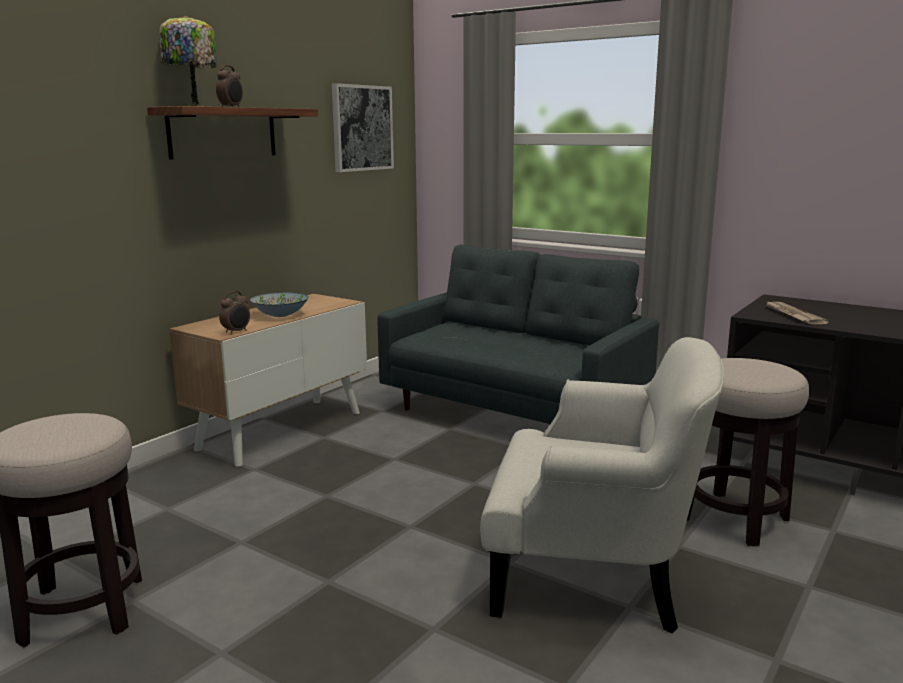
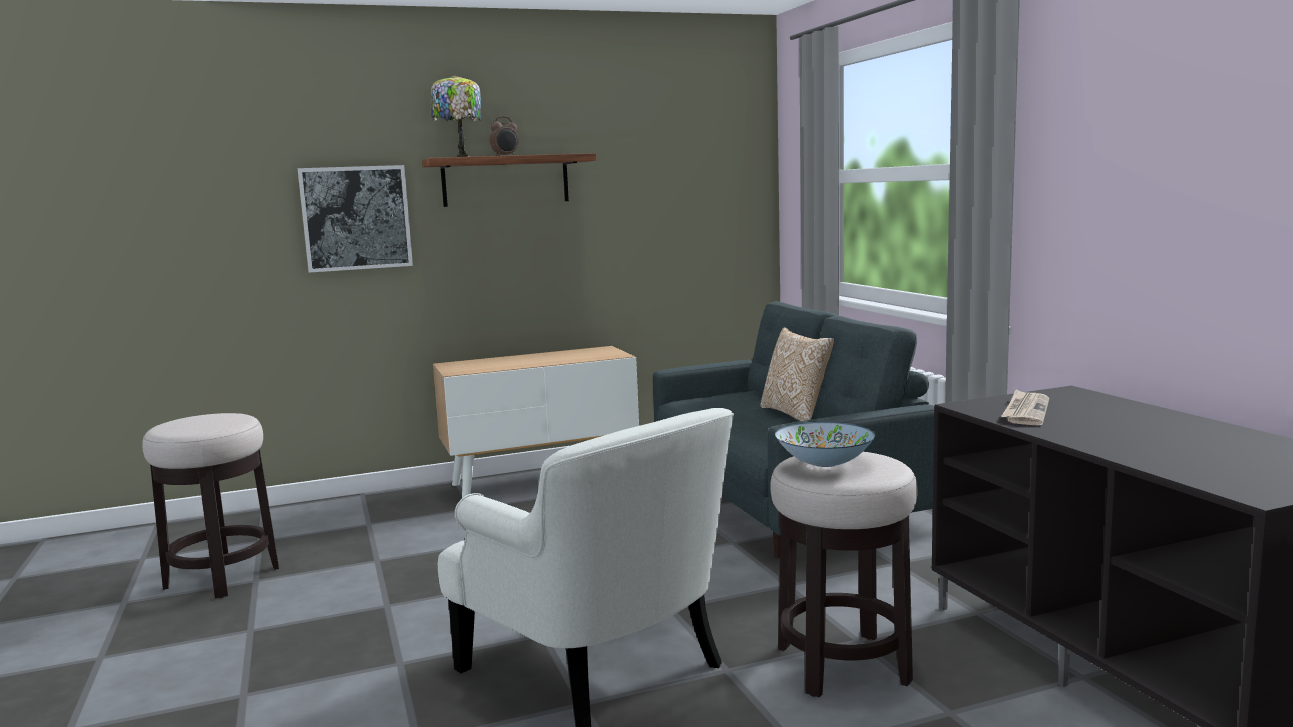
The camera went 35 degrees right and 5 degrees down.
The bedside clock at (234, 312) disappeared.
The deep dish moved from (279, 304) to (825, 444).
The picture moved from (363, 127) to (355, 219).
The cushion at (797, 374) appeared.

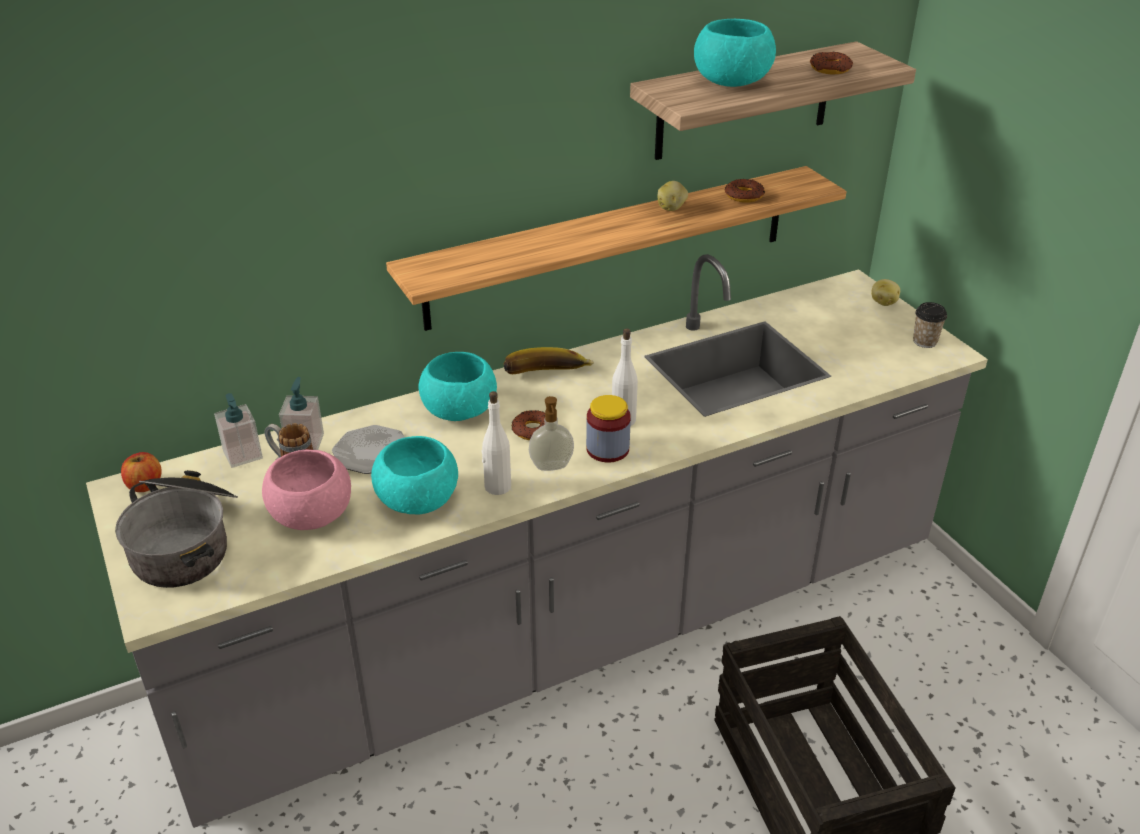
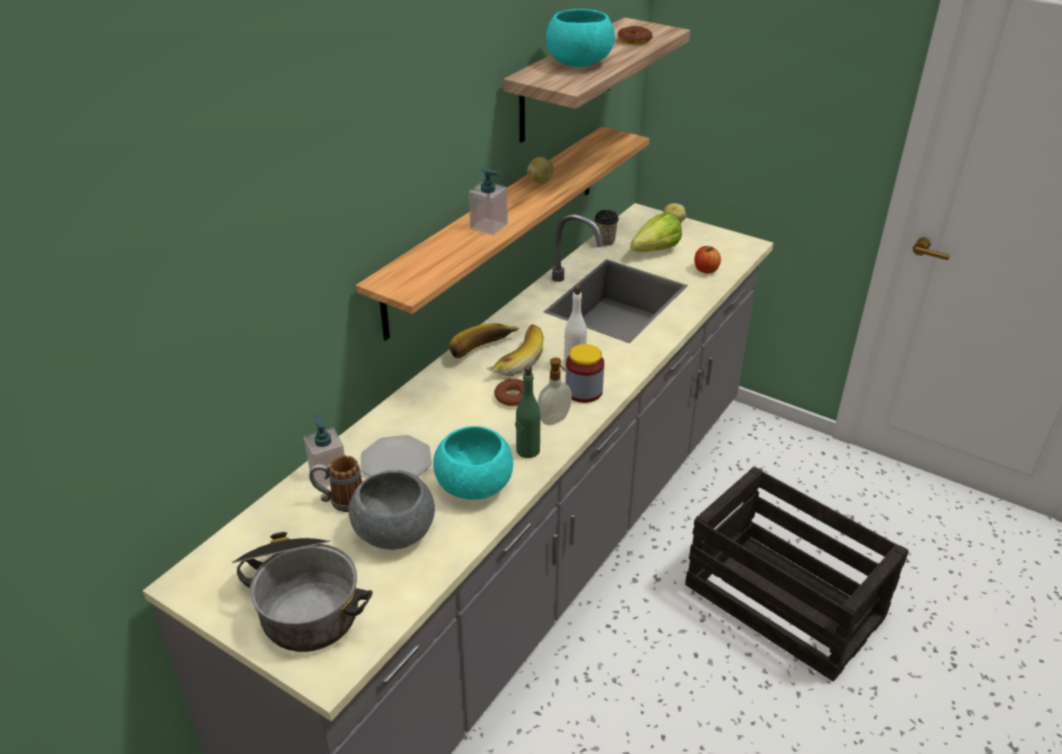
The camera went 30 degrees left and 0 degrees up.
The apple moved from (141, 472) to (707, 260).
The soap dispenser moved from (238, 430) to (488, 201).
The pink deep dish at (306, 489) became the gray deep dish at (392, 510).
The blue-green deep dish at (458, 386) disappeared.
The white drink bottle at (496, 443) became the green-coloured drink bottle at (527, 411).
The ring doughnut at (745, 191) disappeared.
The cup moved from (930, 325) to (606, 228).
The banana fruit at (515, 350) appeared.
The lettuce head at (656, 232) appeared.

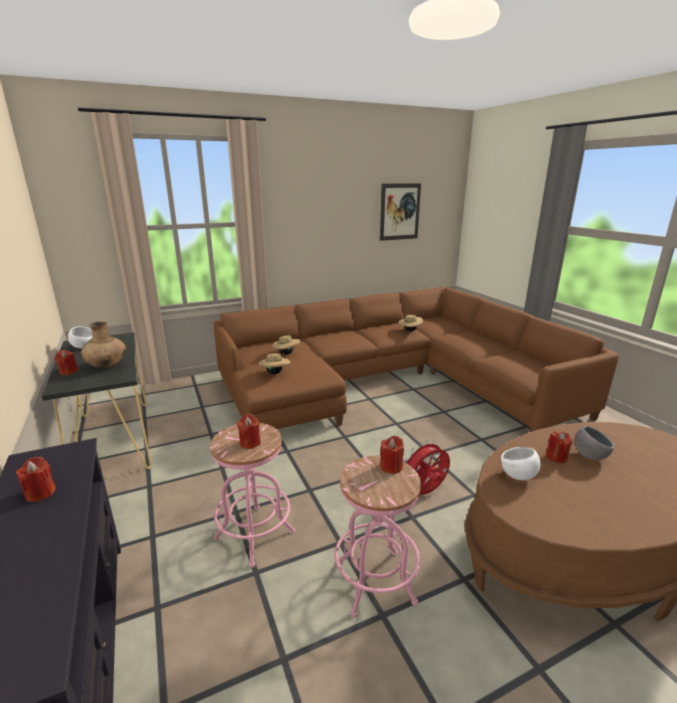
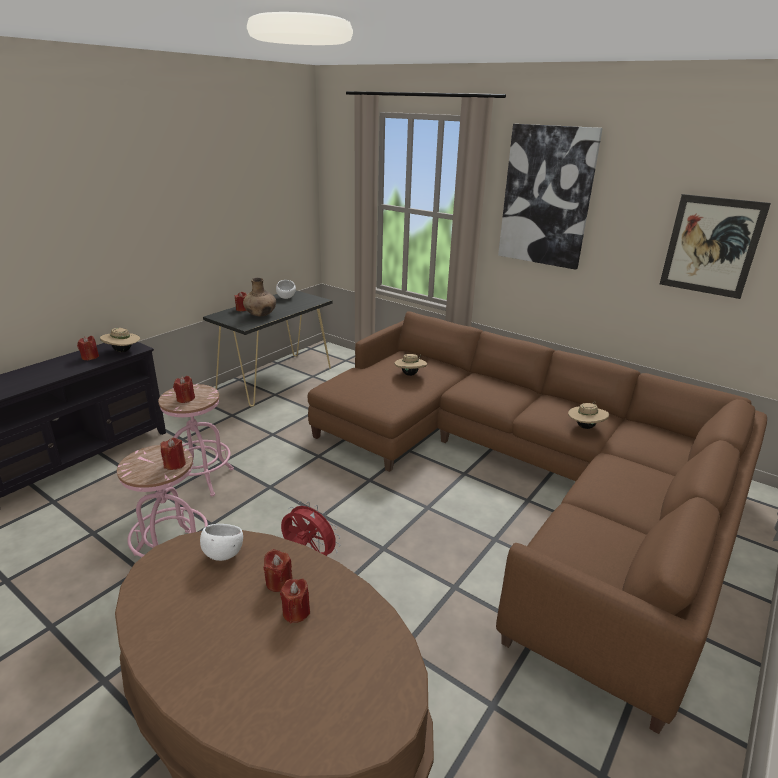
The camera went 60 degrees right and 5 degrees up.
The beige-coloured hat moved from (275, 363) to (120, 340).
The gray deep dish at (594, 443) was replaced by the red wax light at (295, 601).
The picture at (550, 197) appeared.

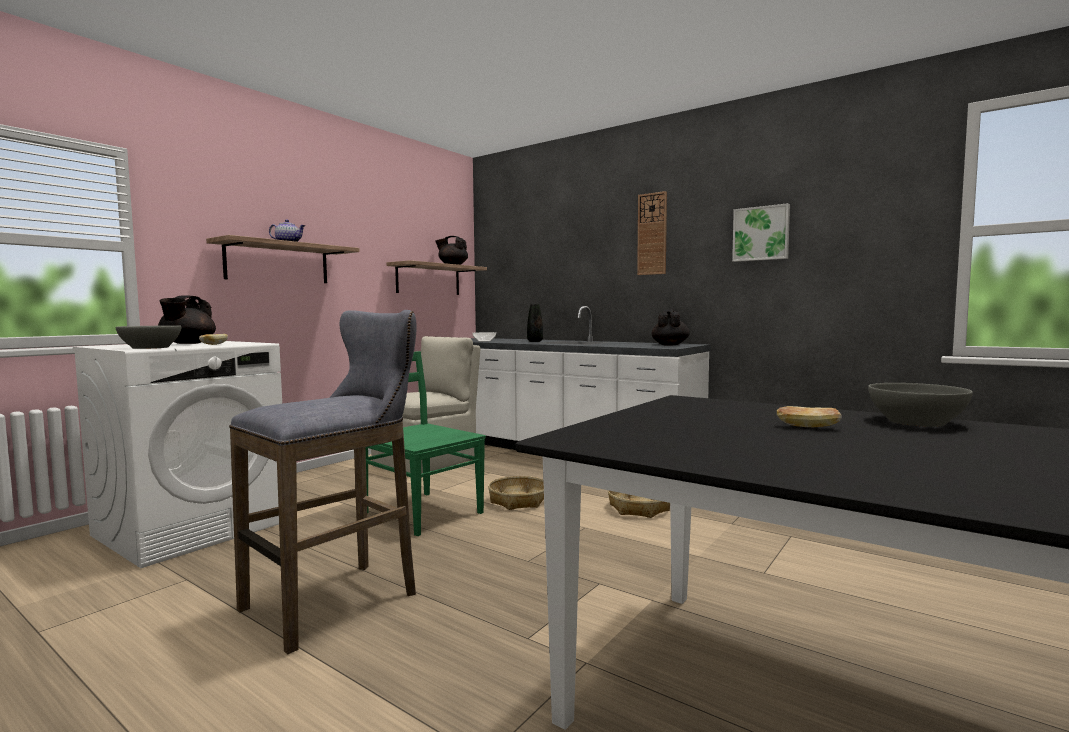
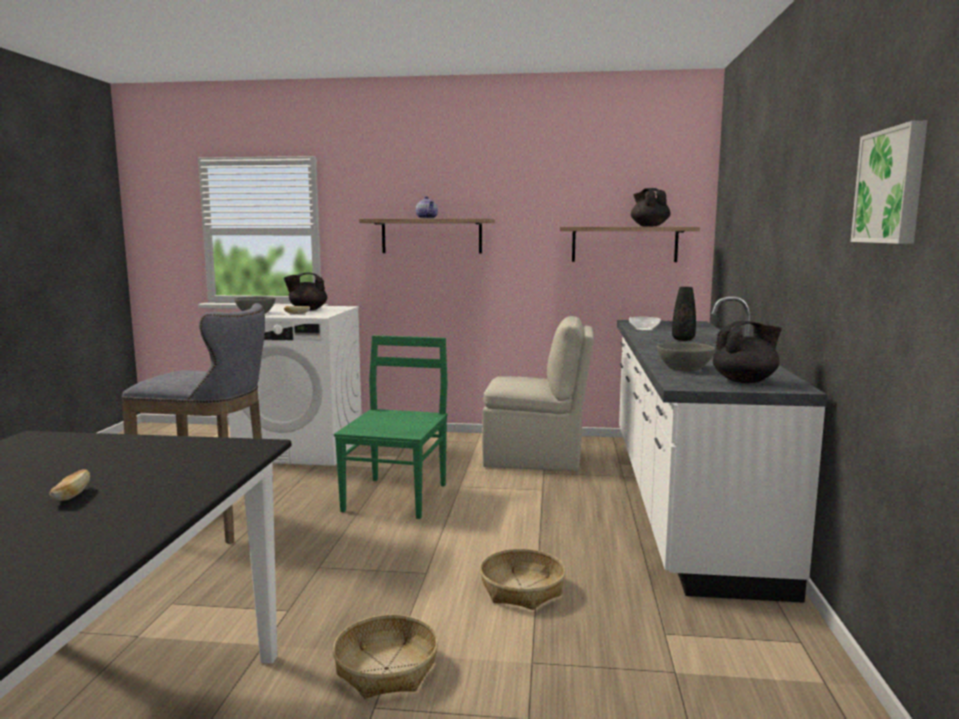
The camera went 60 degrees right and 5 degrees up.
The basket moved from (516, 493) to (385, 657).
The wall clock at (652, 233) disappeared.
The gray deep dish moved from (920, 405) to (686, 356).

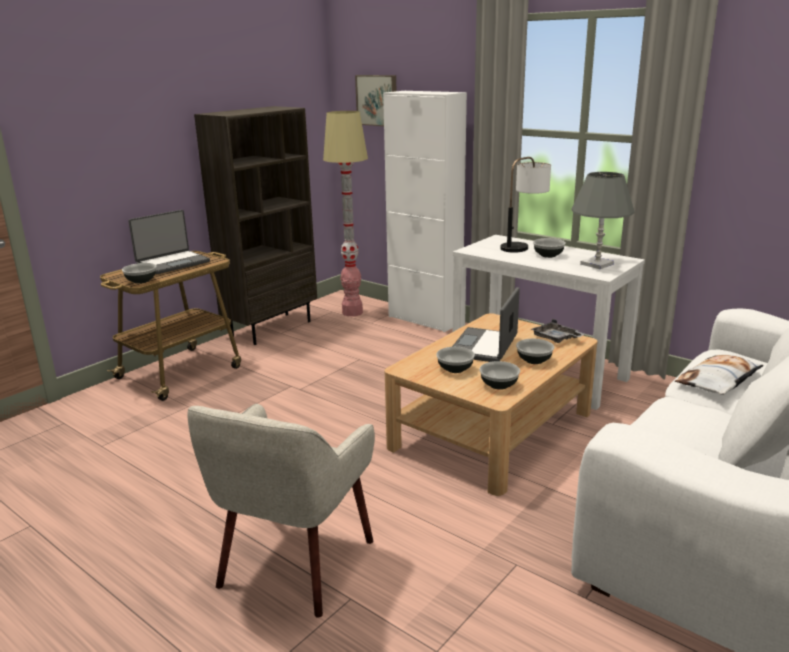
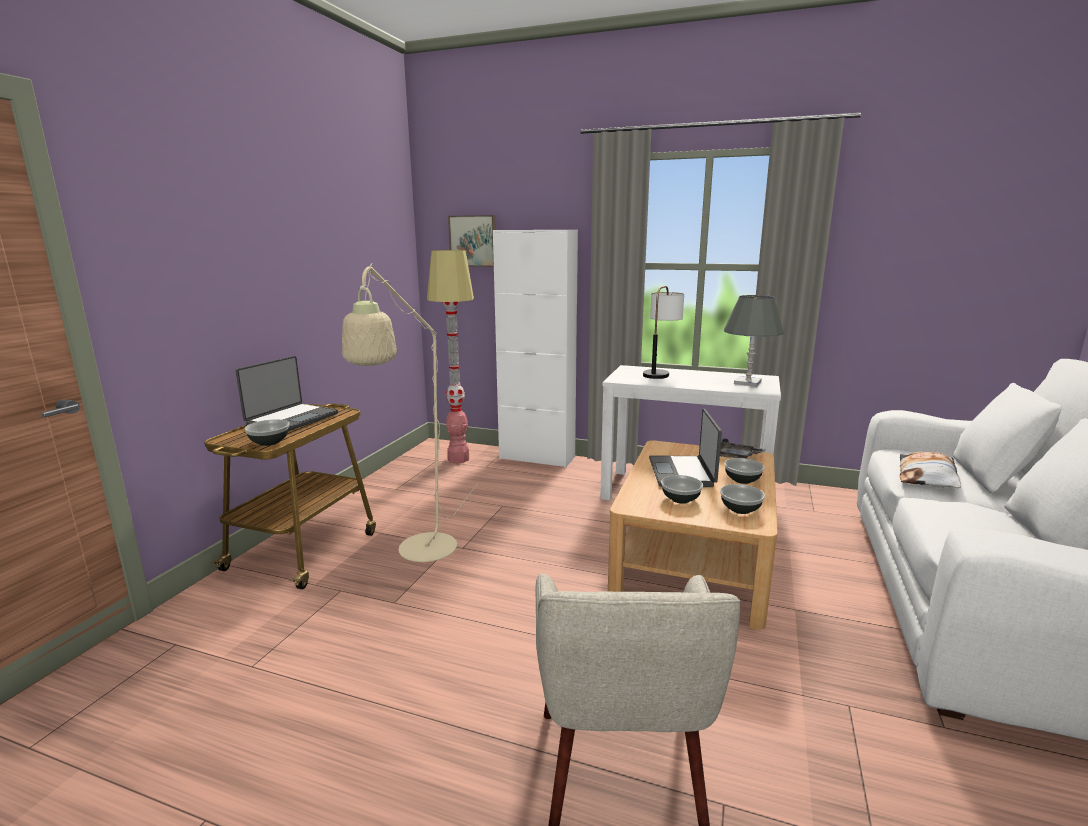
The camera went 20 degrees left and 5 degrees down.
The brown bookcase at (255, 225) disappeared.
The deep dish at (549, 248) disappeared.
The beige-coloured standard lamp at (410, 412) appeared.

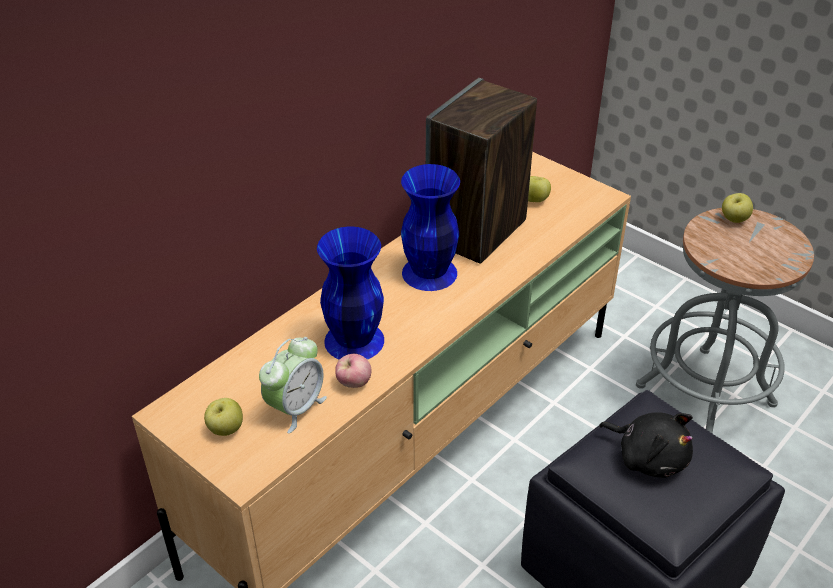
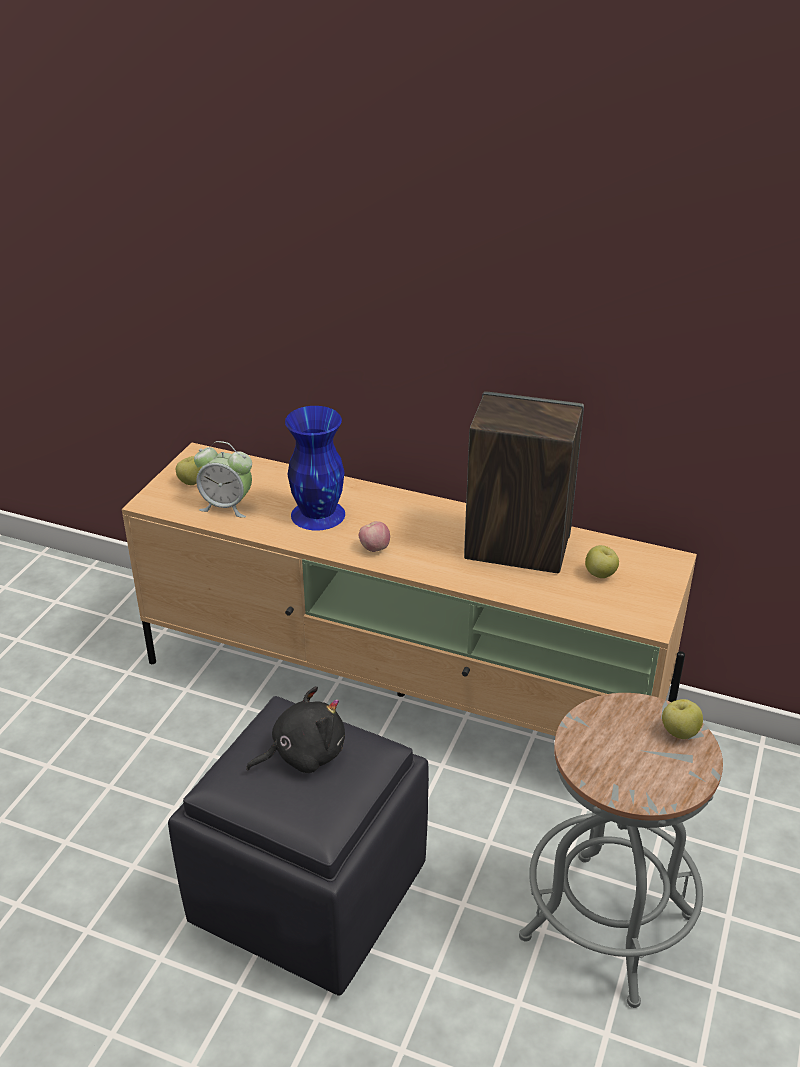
The camera went 70 degrees right and 5 degrees down.
The apple moved from (353, 371) to (374, 536).
The bluish vase at (430, 227) disappeared.
The black soft toy at (646, 445) turned 135 degrees counterclockwise.

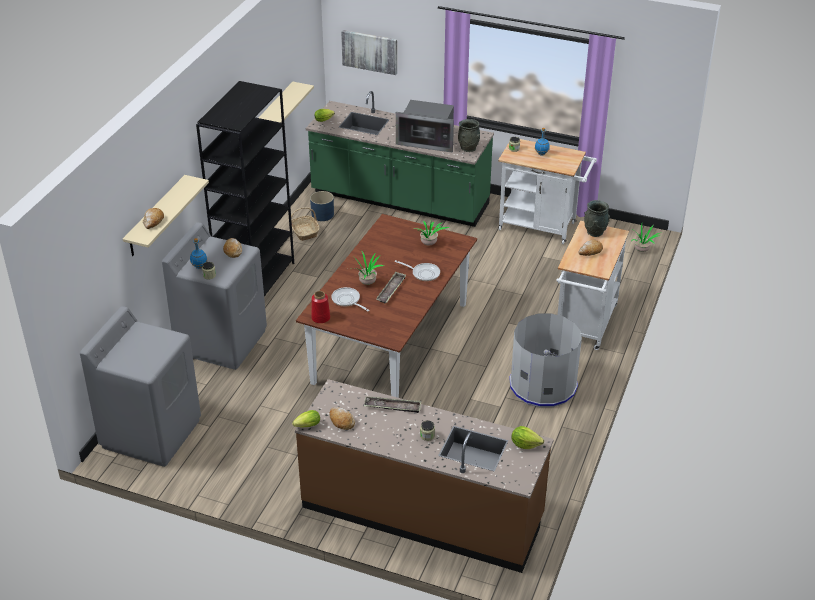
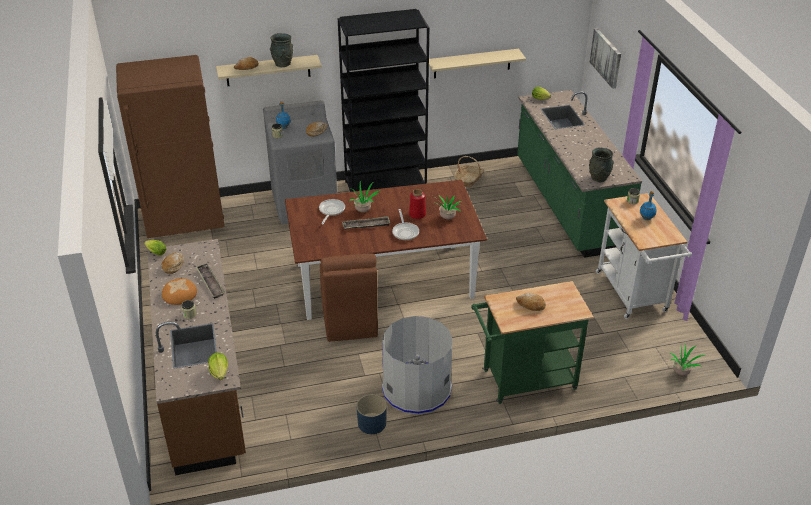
The camera went 55 degrees right and 0 degrees up.
The gray laundry appliance at (140, 386) was replaced by the brown refrigerator at (170, 146).
The bluish plant pot moved from (322, 206) to (372, 414).
The red vase moved from (320, 307) to (417, 204).
The microwave at (425, 126) disappeared.
The white trolley at (592, 285) became the green-coloured trolley at (532, 342).
The gray vase moved from (597, 218) to (281, 50).
The bread at (179, 291) appeared.
The brown plain chair at (349, 298) appeared.

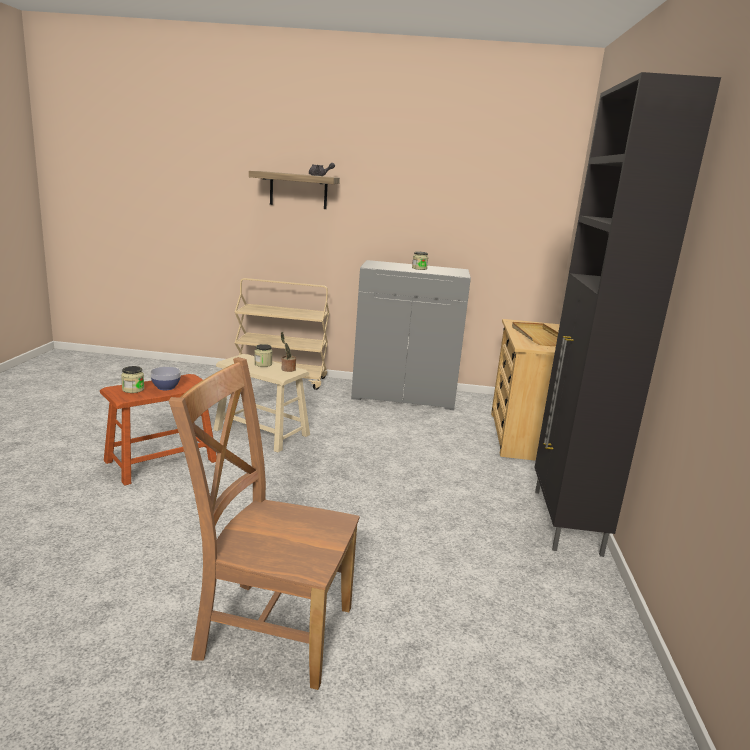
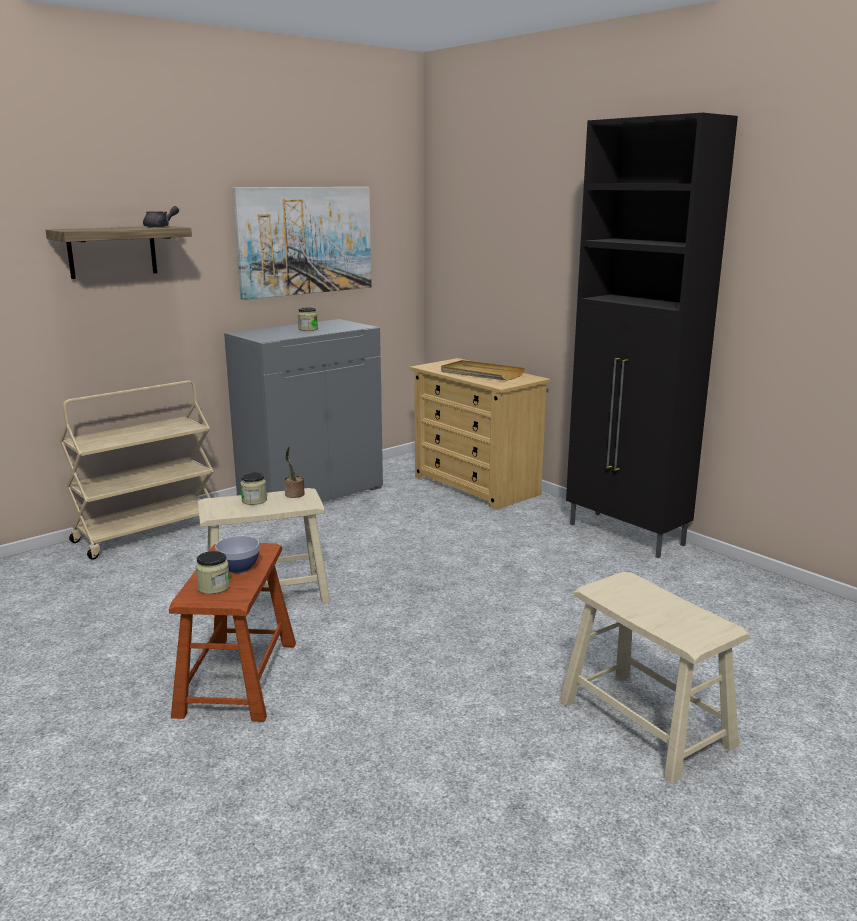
The camera went 45 degrees left and 0 degrees up.
The brown plain chair at (264, 523) was replaced by the beige-coloured stool seat at (654, 677).
The picture at (302, 243) appeared.

